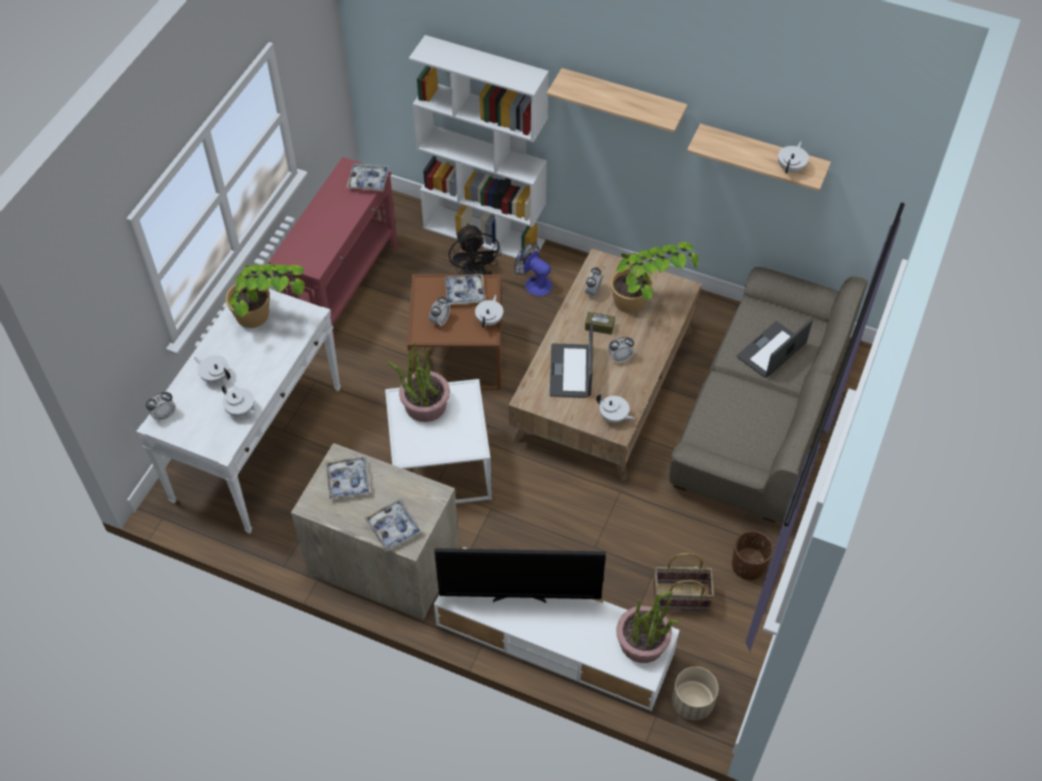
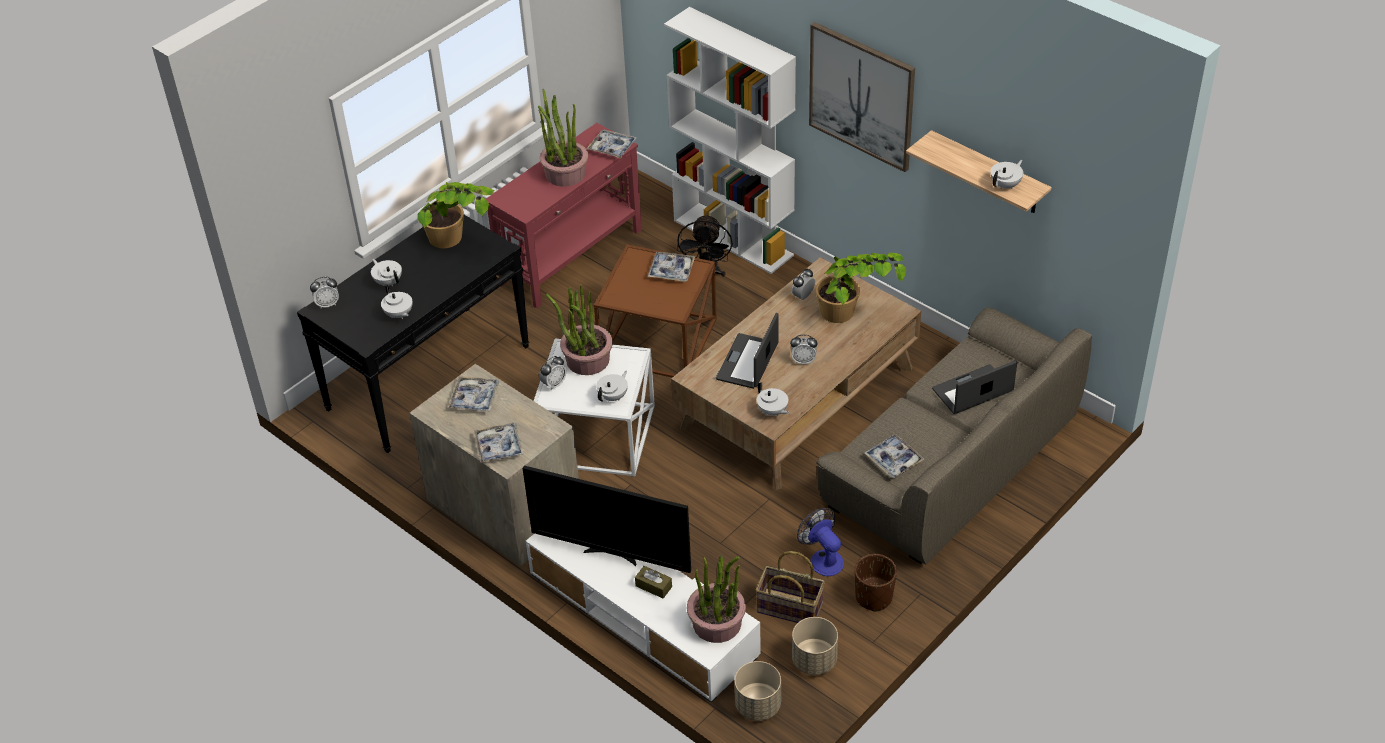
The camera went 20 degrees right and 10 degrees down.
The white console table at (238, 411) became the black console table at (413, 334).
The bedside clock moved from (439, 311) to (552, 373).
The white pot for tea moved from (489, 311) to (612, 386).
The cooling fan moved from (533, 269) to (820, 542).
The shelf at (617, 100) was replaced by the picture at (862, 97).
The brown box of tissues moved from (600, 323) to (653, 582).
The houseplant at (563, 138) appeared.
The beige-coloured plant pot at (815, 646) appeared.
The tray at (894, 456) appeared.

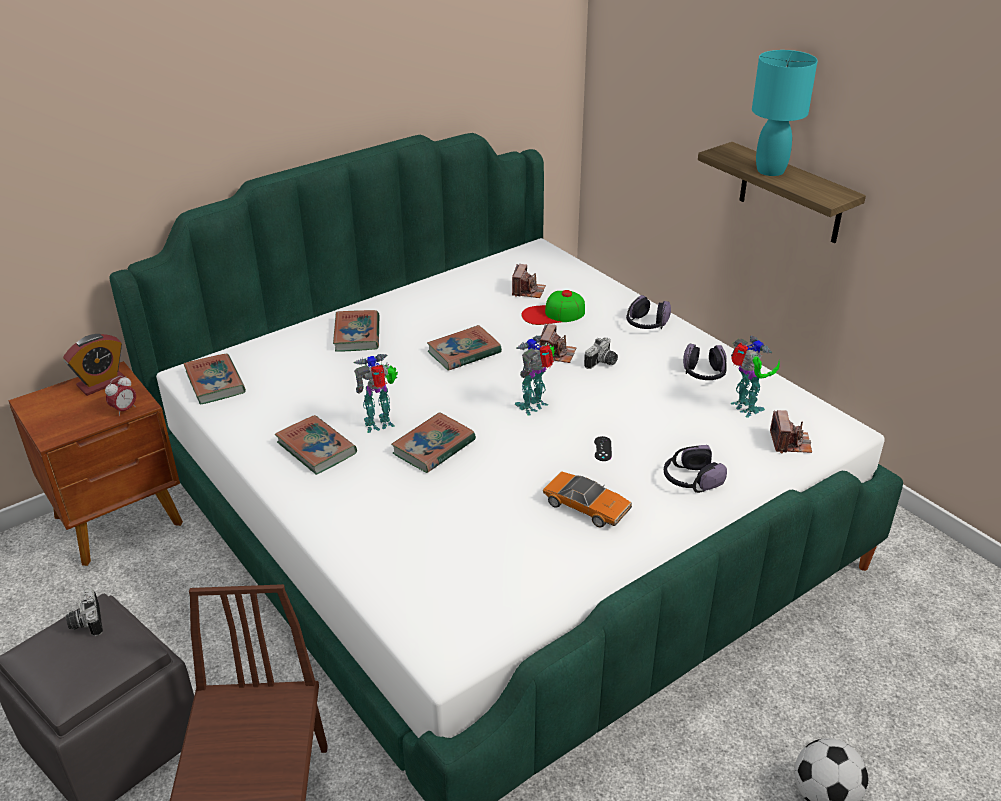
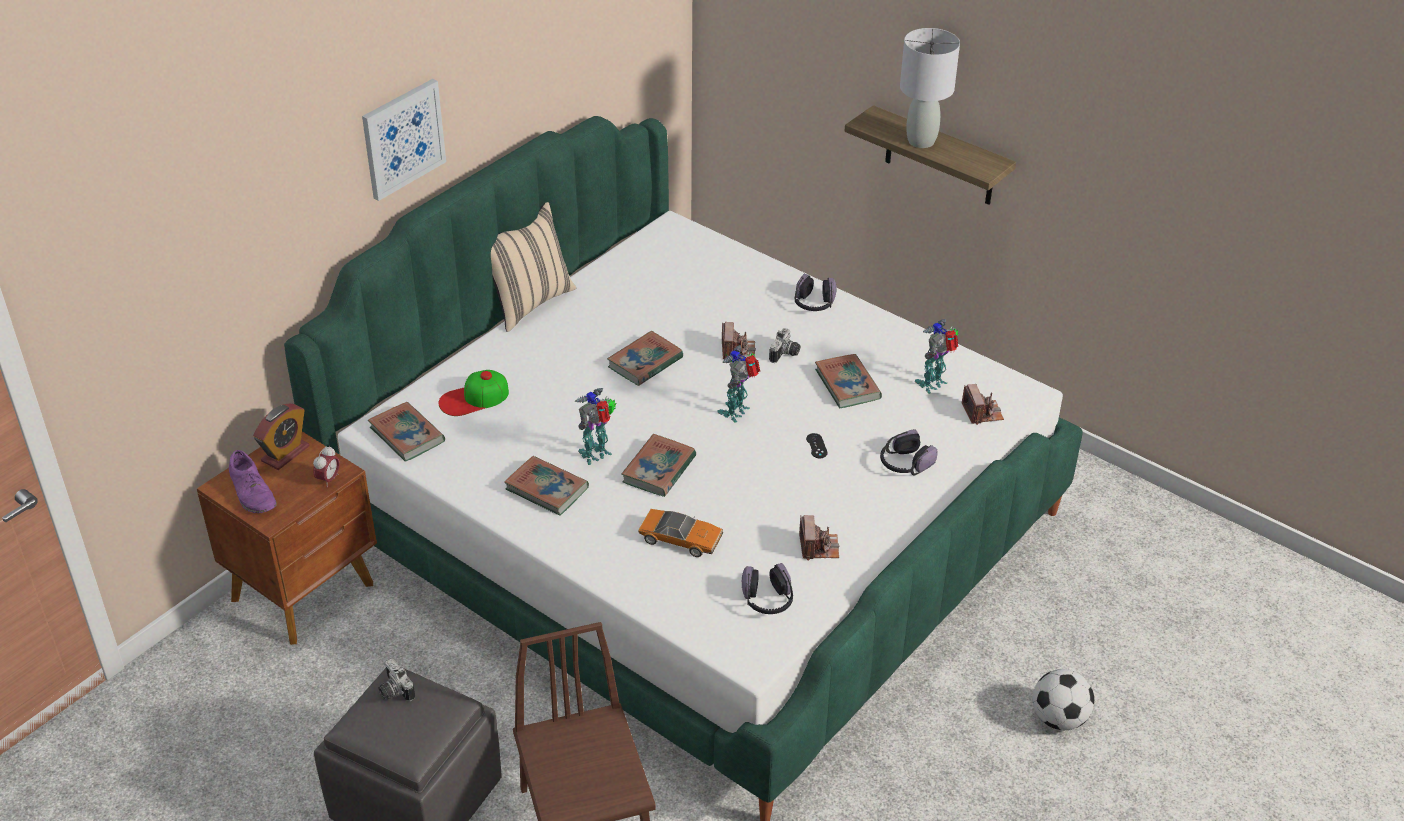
The camera went 15 degrees left and 5 degrees up.
The bound book moved from (356, 331) to (848, 381).
The photo camera moved from (529, 281) to (819, 538).
The baseball cap moved from (553, 307) to (473, 393).
The miniature car moved from (587, 499) to (680, 533).
The headphones moved from (705, 362) to (767, 588).
The toy robot at (755, 377) turned 90 degrees counterclockwise.
The blue-green tabletop lamp at (785, 113) became the gray tabletop lamp at (930, 88).
The purple-coloured shoe at (253, 481) appeared.
The picture at (404, 140) appeared.
The beige-coloured cushion at (533, 267) appeared.

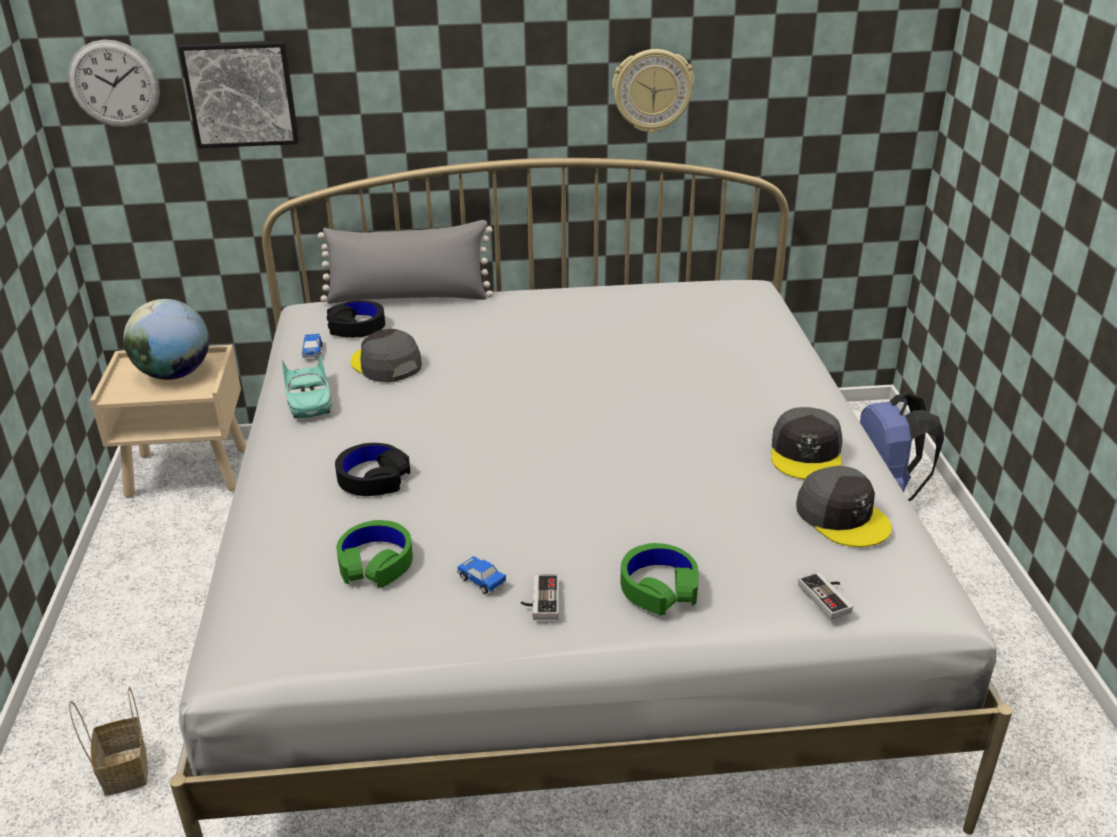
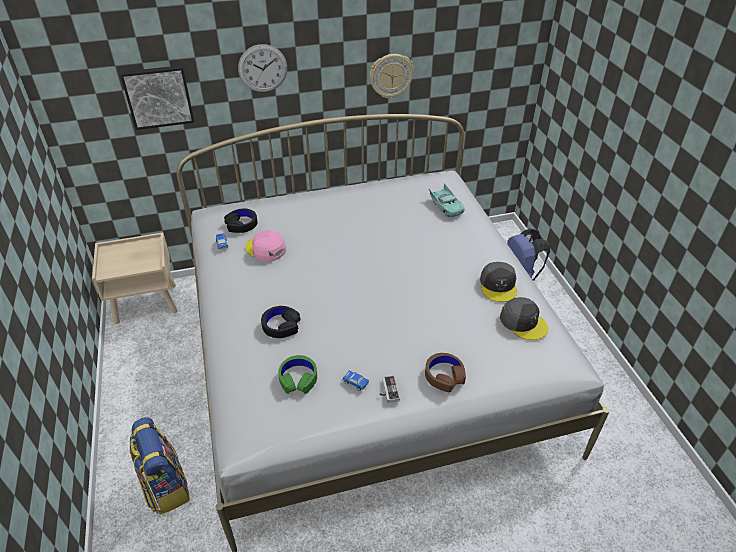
The camera went 10 degrees left and 10 degrees up.
The wall clock moved from (114, 83) to (262, 68).
The basket at (108, 741) was replaced by the backpack at (160, 466).
The desk globe at (166, 339) disappeared.
The blue-green miniature car moved from (306, 386) to (447, 200).
The gray cushion at (405, 262) disappeared.
The gray baseball cap at (386, 355) became the pink baseball cap at (266, 246).
The green-coloured headphones at (659, 579) became the brown headphones at (445, 373).
The gamepad at (825, 596) disappeared.

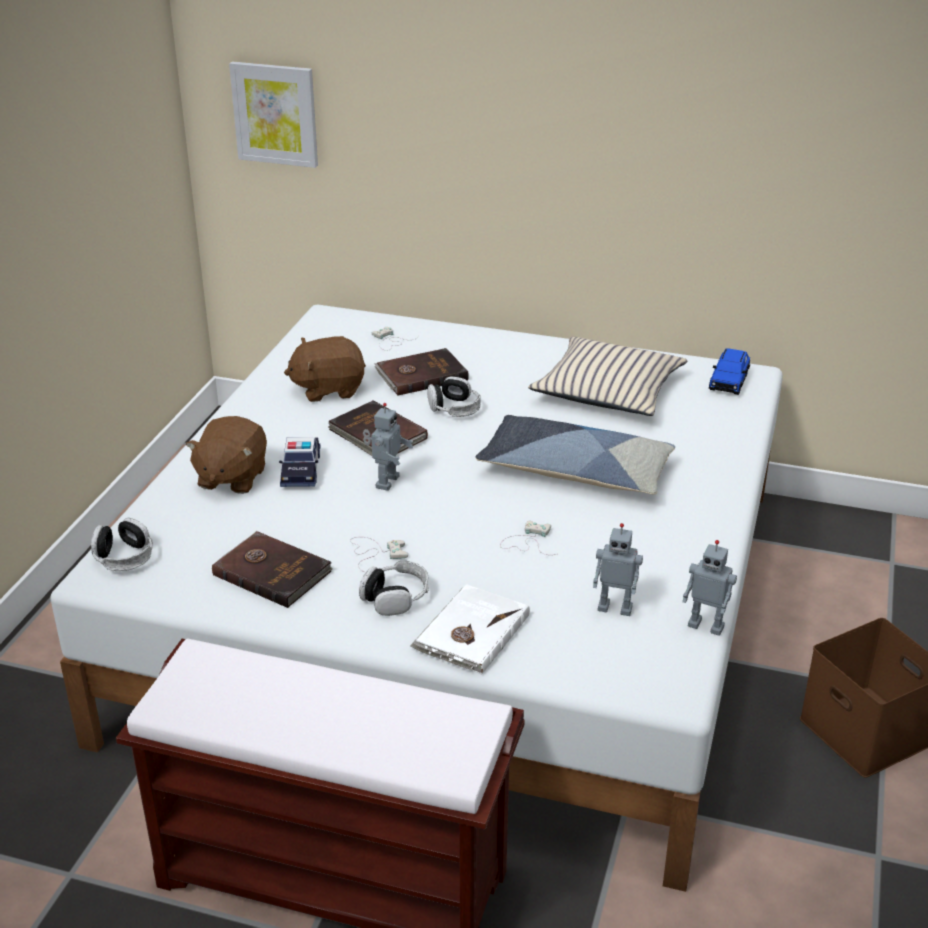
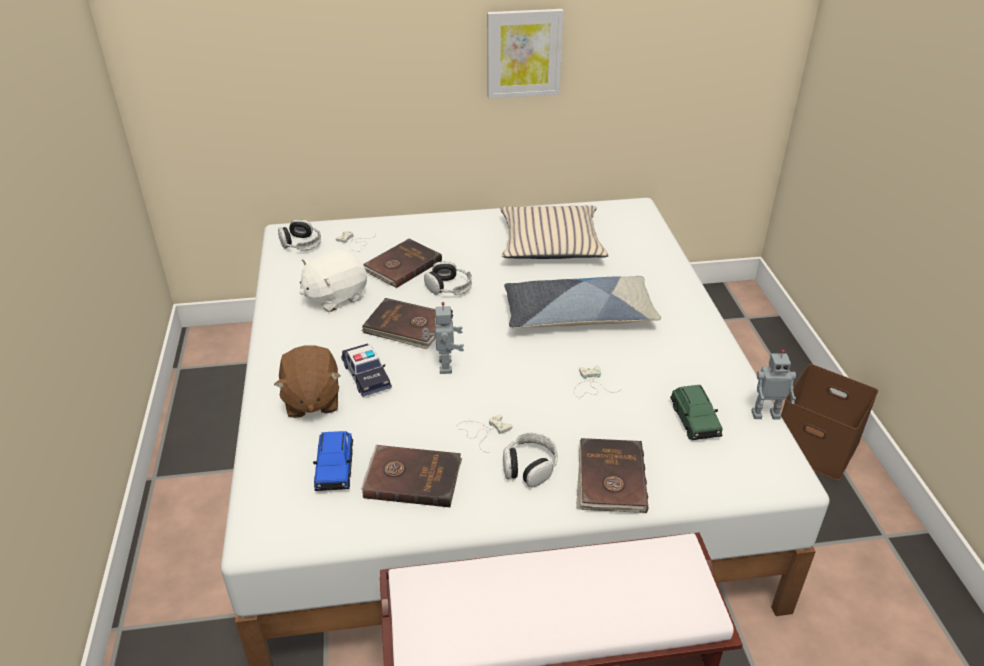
The camera went 25 degrees left and 5 degrees up.
The headphones moved from (122, 544) to (299, 235).
The picture moved from (273, 114) to (525, 54).
The brown soft toy at (325, 369) became the white soft toy at (333, 280).
The white bound book at (470, 629) became the brown bound book at (612, 475).
The toy robot at (618, 569) was replaced by the green-coloured miniature car at (696, 412).
The bluish miniature car moved from (729, 371) to (333, 461).

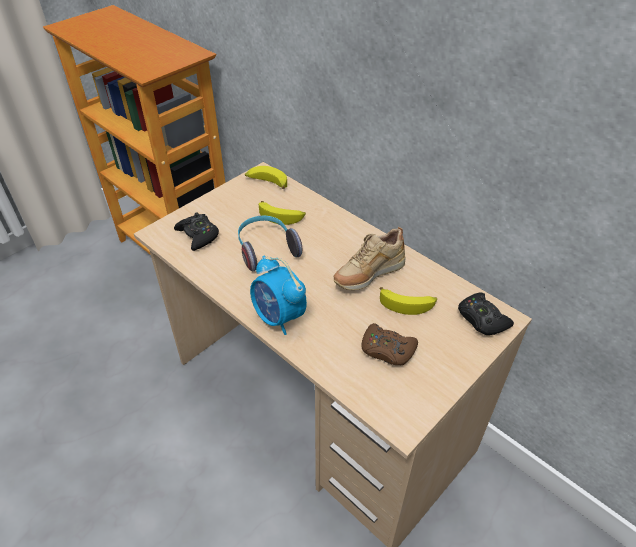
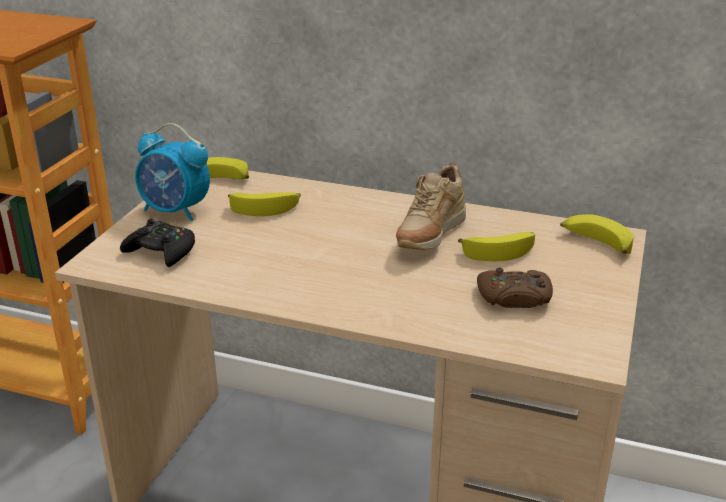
The camera went 25 degrees left and 15 degrees down.
The headphones at (270, 243) disappeared.
The bedside clock moved from (278, 295) to (172, 172).
The black gamepad at (486, 313) was replaced by the banana fruit at (596, 234).

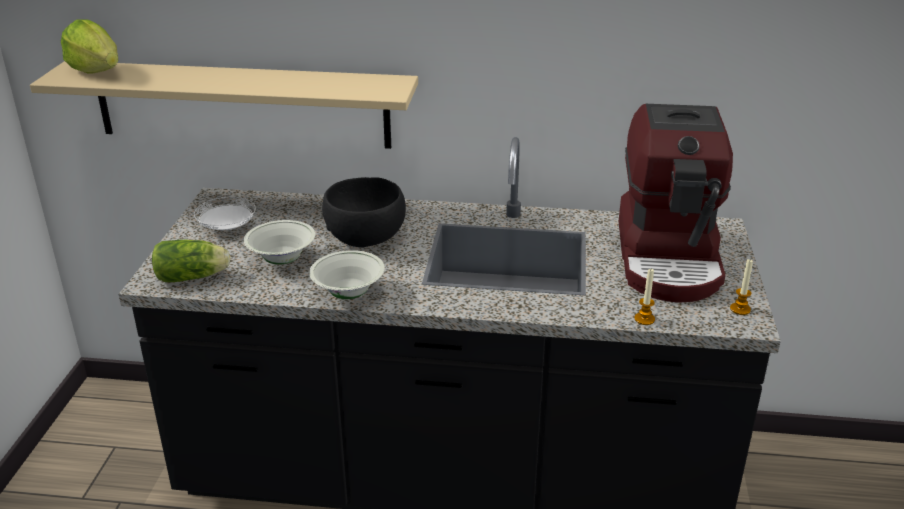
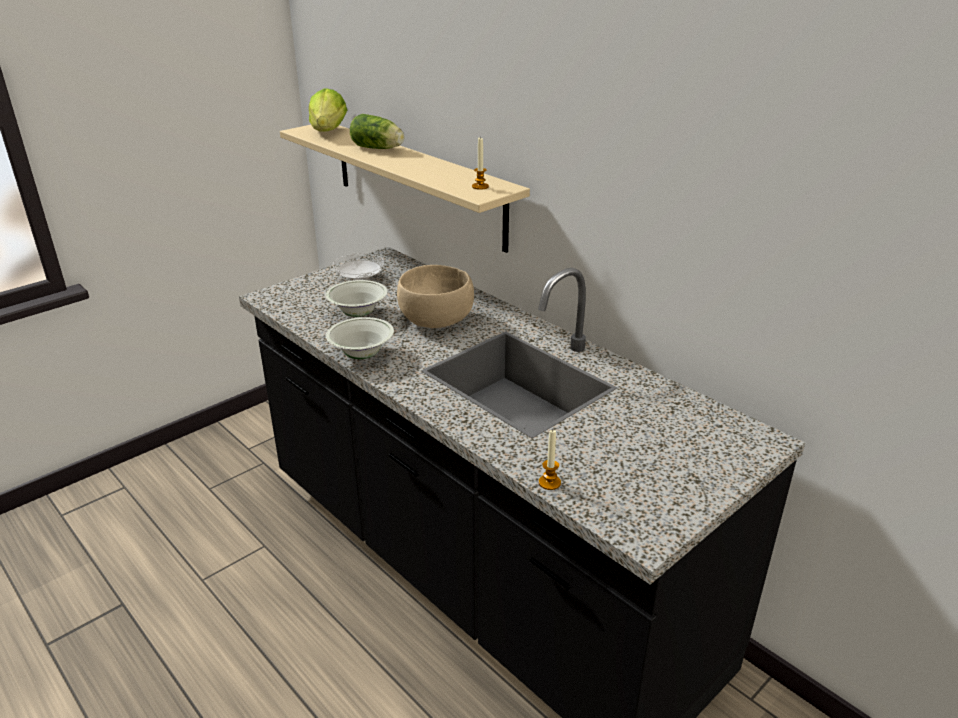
The camera went 40 degrees right and 0 degrees up.
The lettuce head moved from (191, 261) to (377, 131).
The black deep dish at (364, 212) became the beige-coloured deep dish at (435, 296).
The coffee brewer at (675, 203) disappeared.
The wax light moved from (741, 287) to (480, 163).

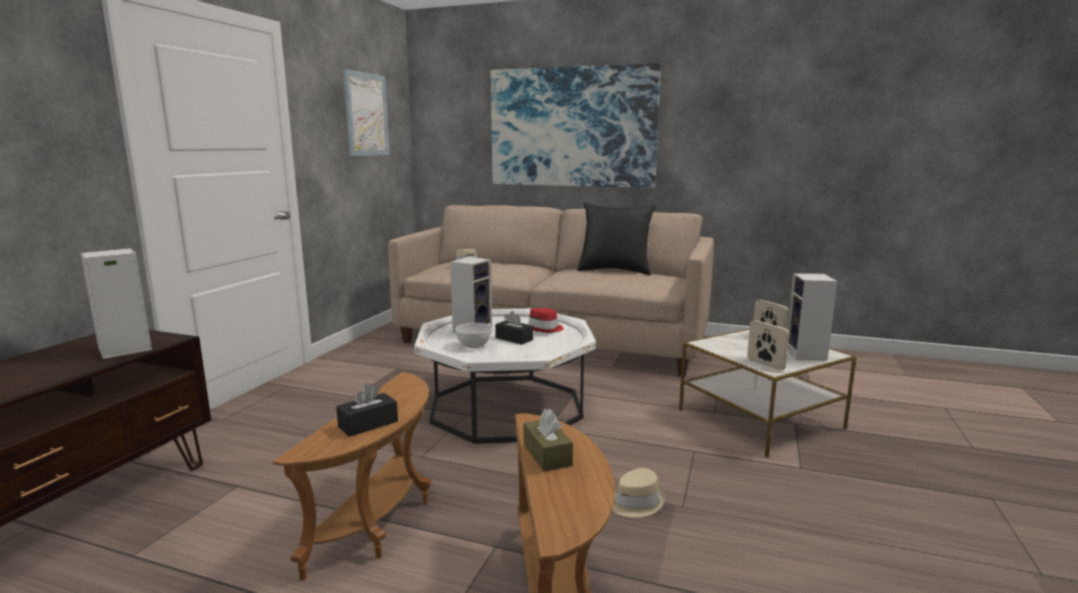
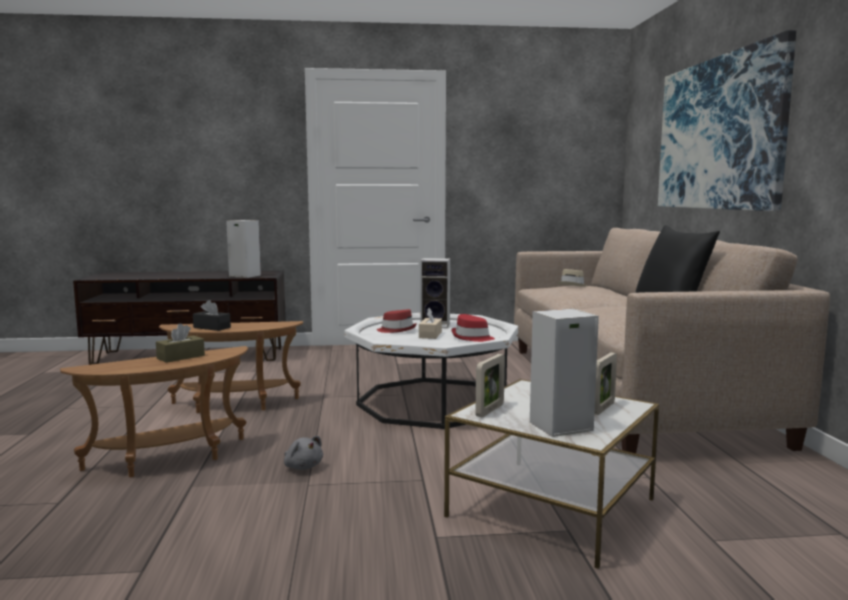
The camera went 65 degrees right and 5 degrees down.
The picture at (366, 112) disappeared.
The white deep dish at (473, 335) was replaced by the red hat at (397, 321).
The black box of tissues at (514, 328) became the beige-coloured box of tissues at (430, 323).
The beige-coloured hat at (639, 492) was replaced by the gray soft toy at (303, 453).

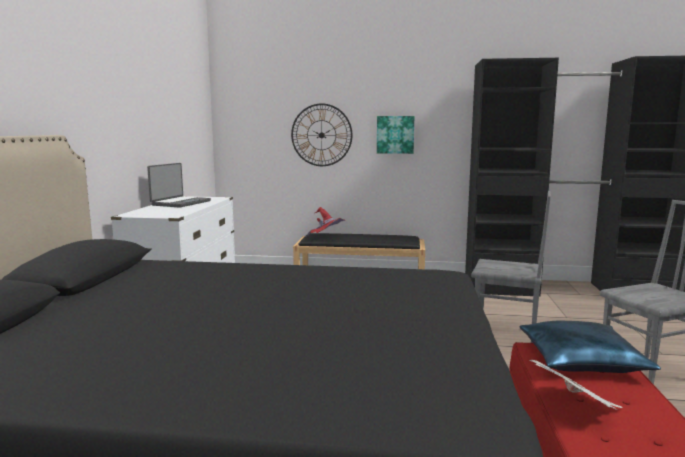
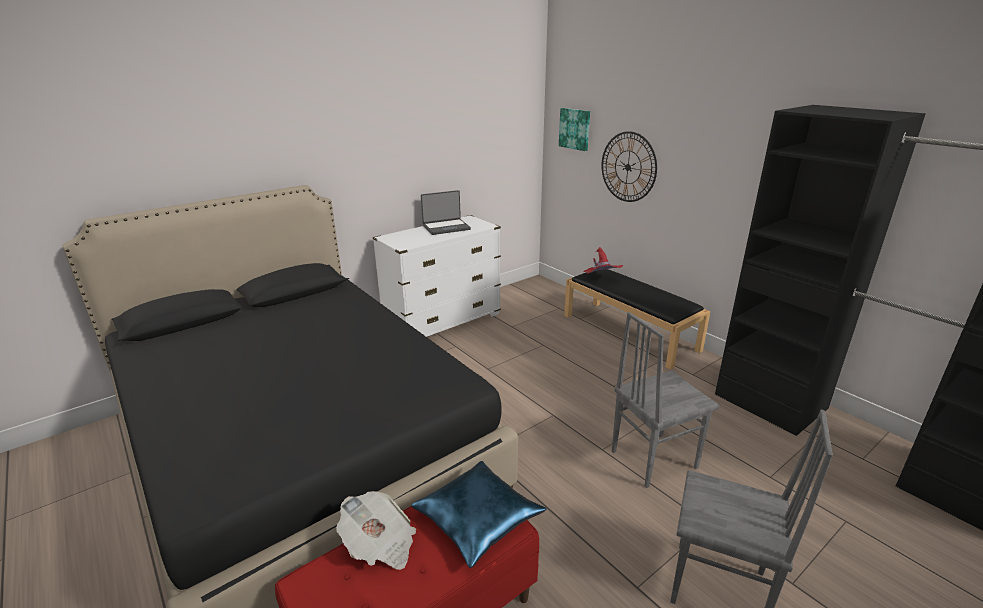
The camera went 45 degrees right and 15 degrees up.
The picture moved from (395, 135) to (574, 129).
The gray plain chair at (511, 267) turned 90 degrees clockwise.

